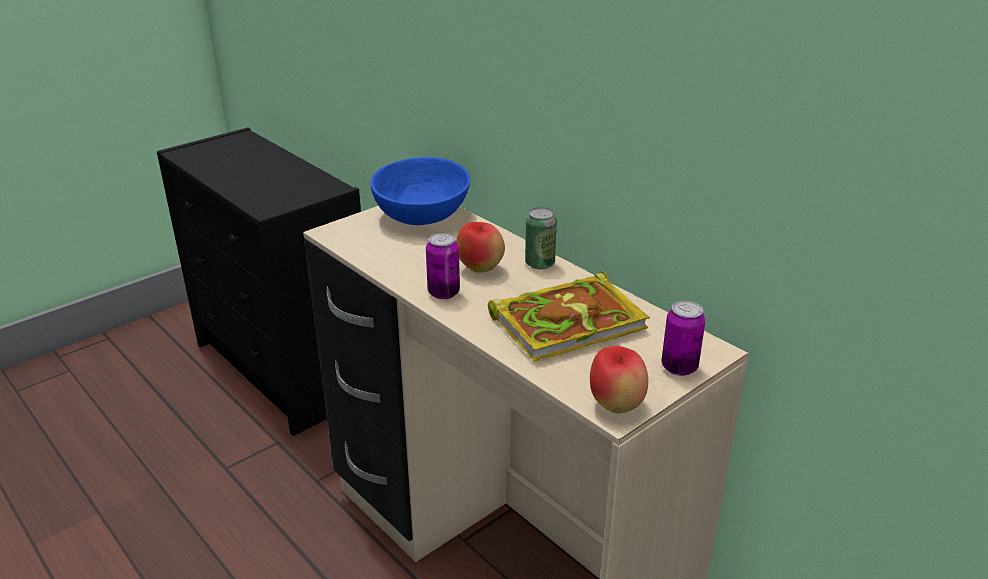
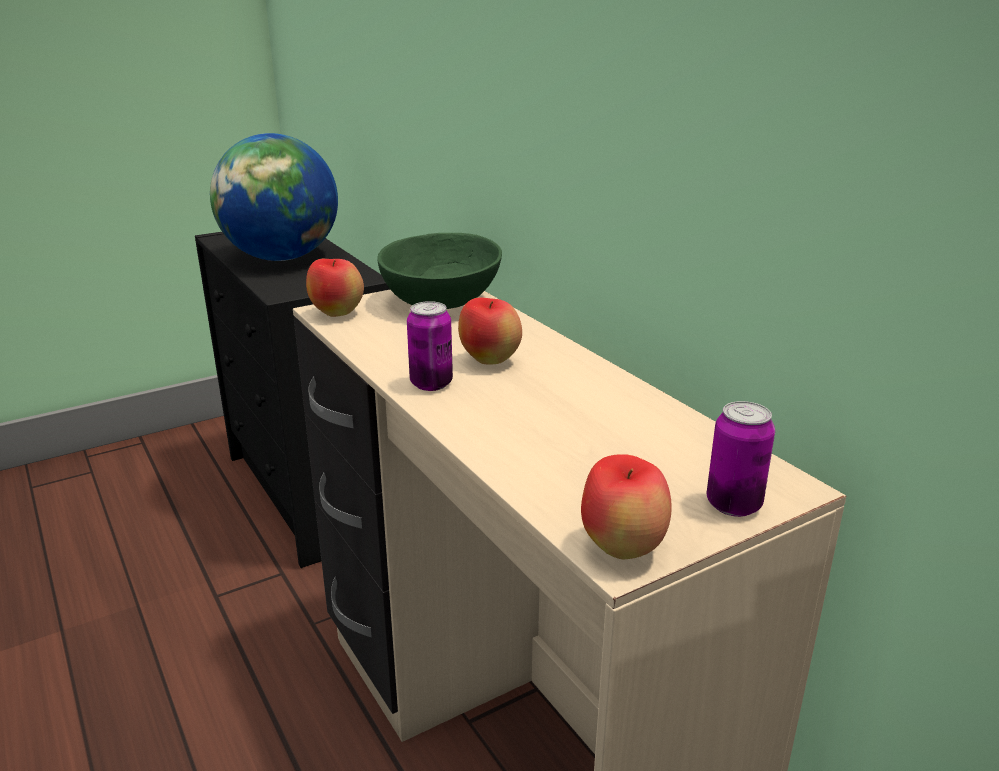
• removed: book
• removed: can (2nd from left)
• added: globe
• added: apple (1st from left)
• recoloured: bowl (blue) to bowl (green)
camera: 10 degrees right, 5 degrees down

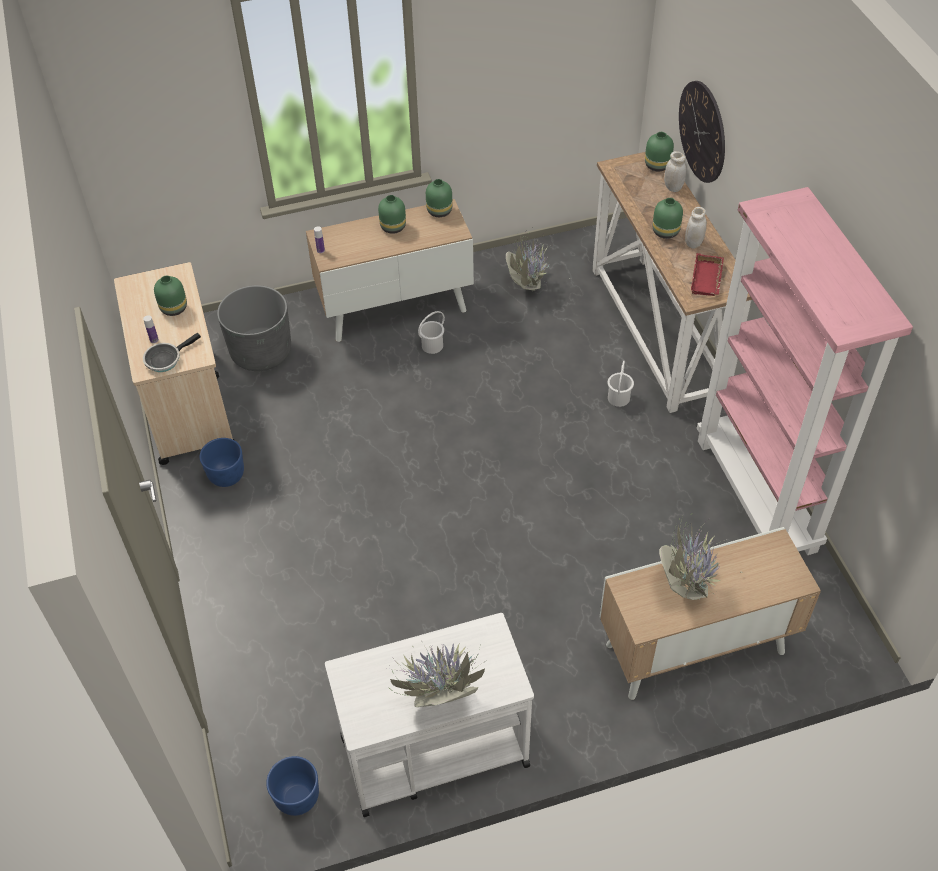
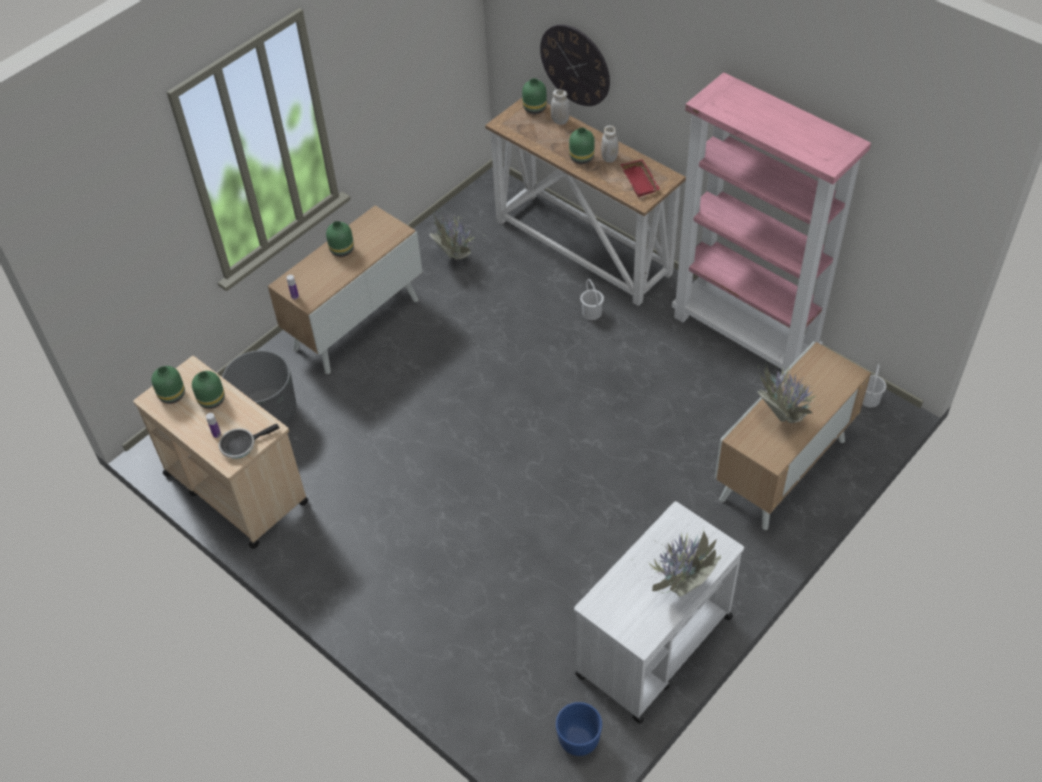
• removed: planter (blue) (1st from left)
• moved: bucket (white) (1st from left in the first image) to bucket (white) (2nd from left)
• moved: vase (green) (3rd from left in the first image) to vase (green) (1st from left)
• turned: frying pan 45 degrees clockwise
camera: 30 degrees left, 0 degrees up

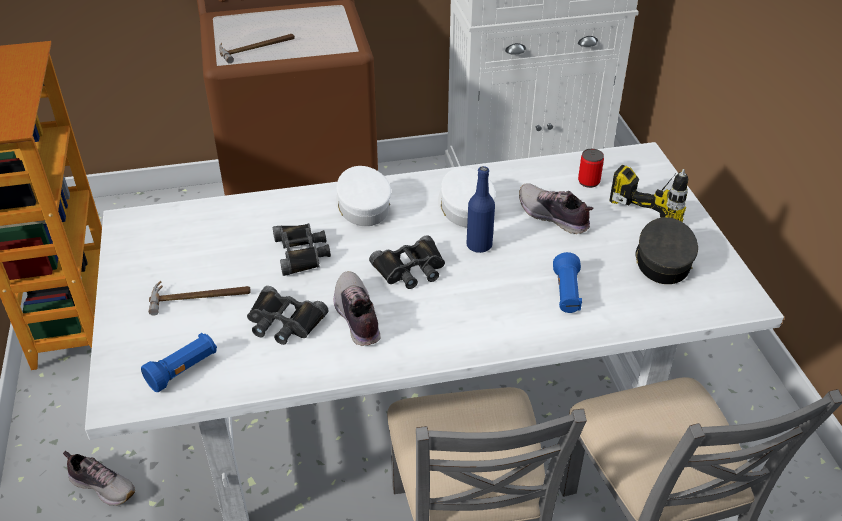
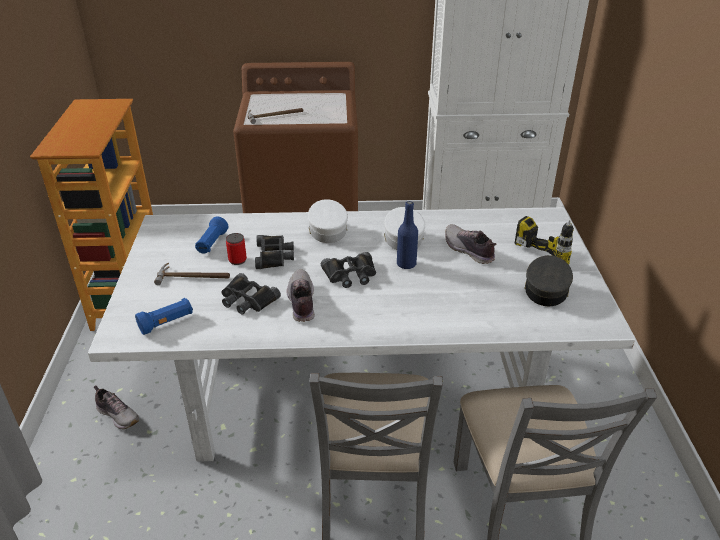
• moved: flashlight (blue) (2nd from left)
• moved: can
camera: 10 degrees right, 5 degrees down

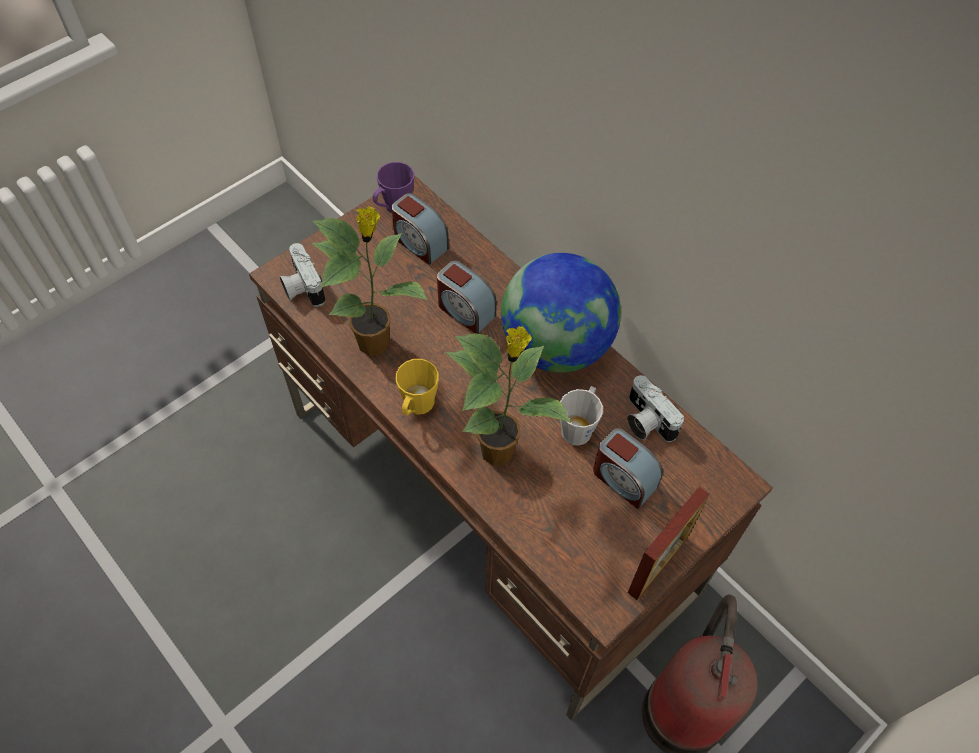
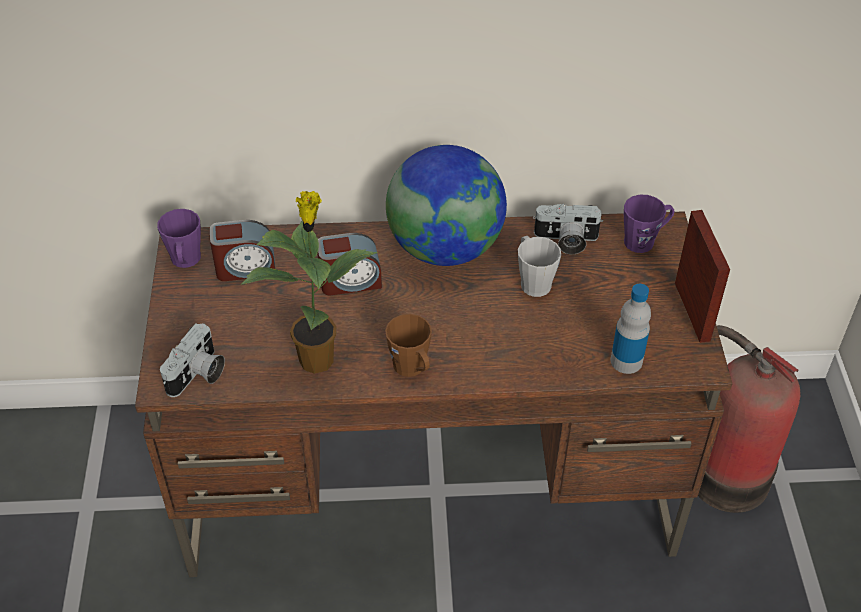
• removed: potted plant (2nd from left)
• removed: alarm clock (3rd from left)
• added: bottle
• added: mug (purple) (2nd from left)
• recoloured: mug (yellow) to mug (brown)
• turned: photo camera (1st from left) 75 degrees counterclockwise
camera: 50 degrees left, 10 degrees down

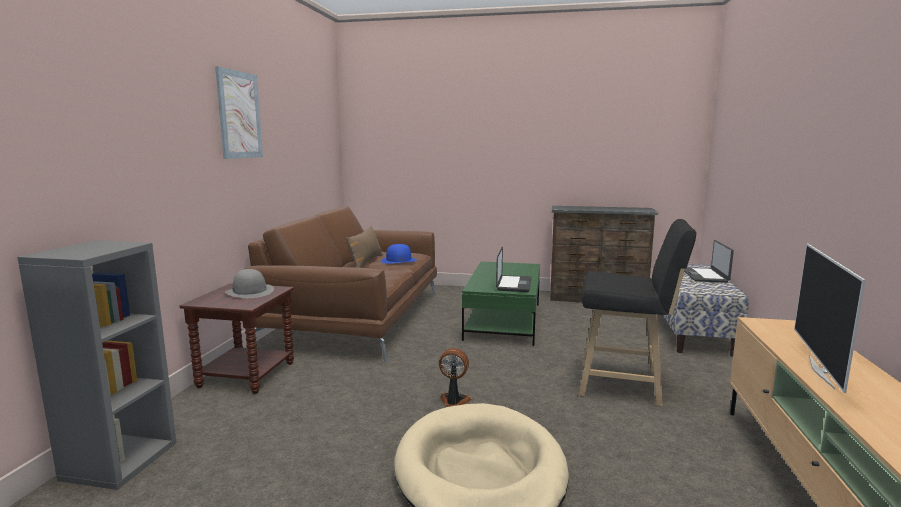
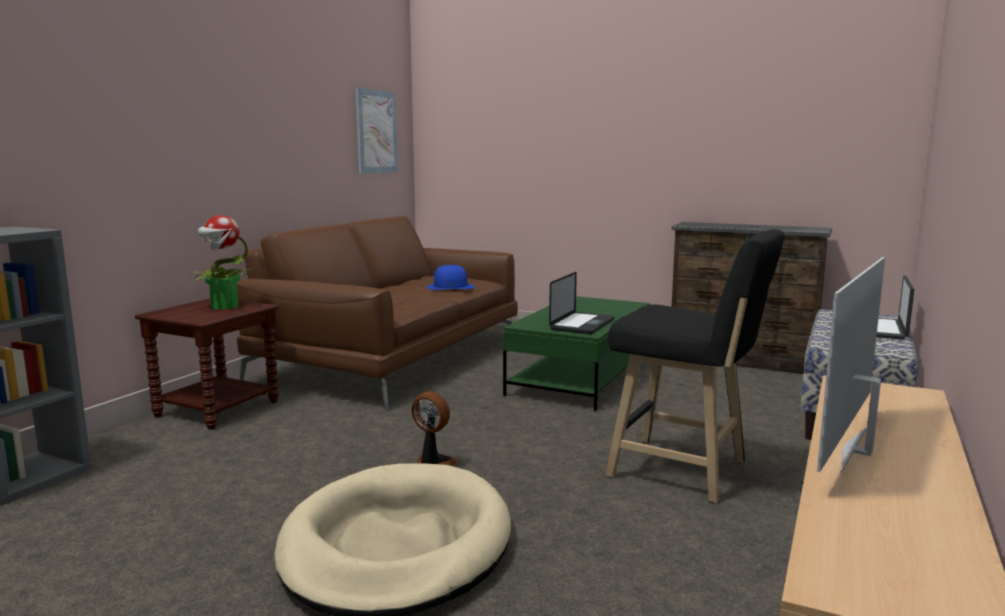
• removed: pillow (brown)
• moved: picture
• replaced: hat (grey) to potted plant
camera: 15 degrees right, 0 degrees up

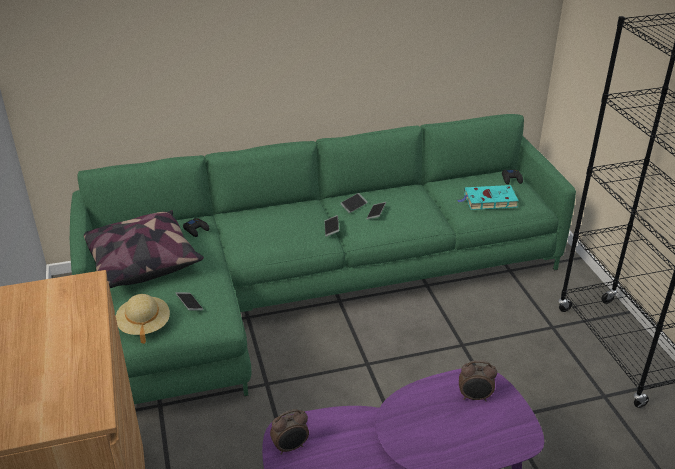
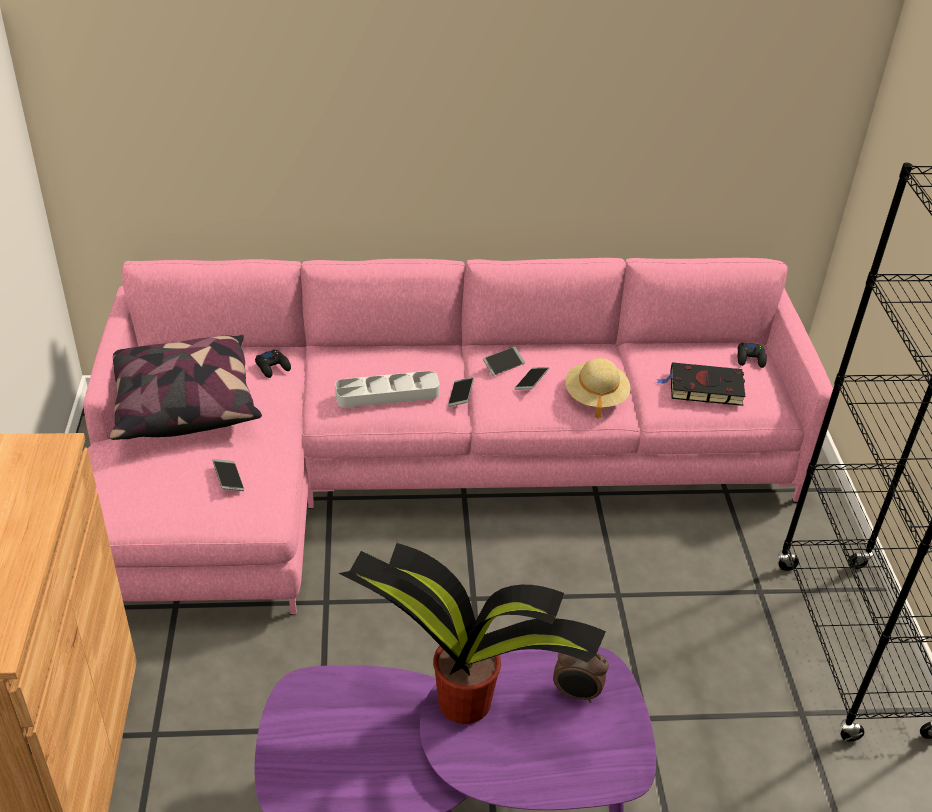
• removed: alarm clock (1st from left)
• added: tray (grey)
• added: potted plant
• moved: hat (beige)
• recoloured: sofa (green) to sofa (pink)
• recoloured: book (turquoise) to book (black)
camera: 10 degrees right, 5 degrees up

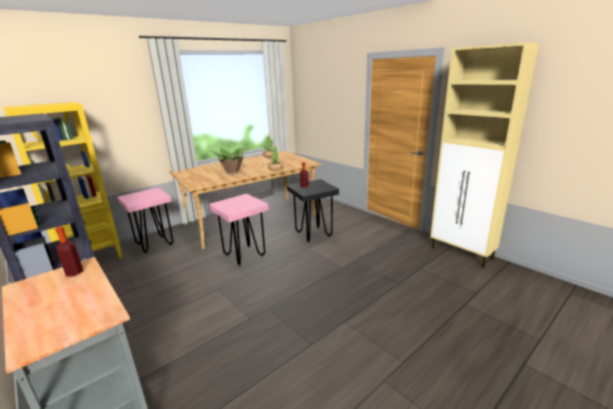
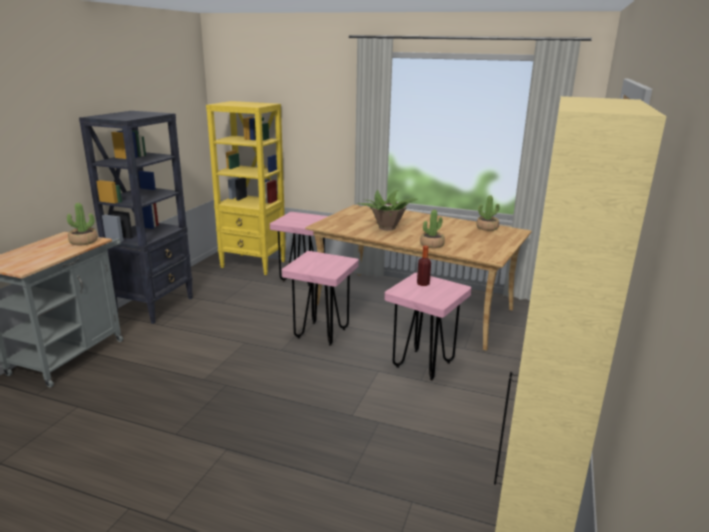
• replaced: bottle (1st from left) to potted plant (1st from left)
• recoloured: stool (black) to stool (pink) (3rd from left)
camera: 60 degrees right, 0 degrees up

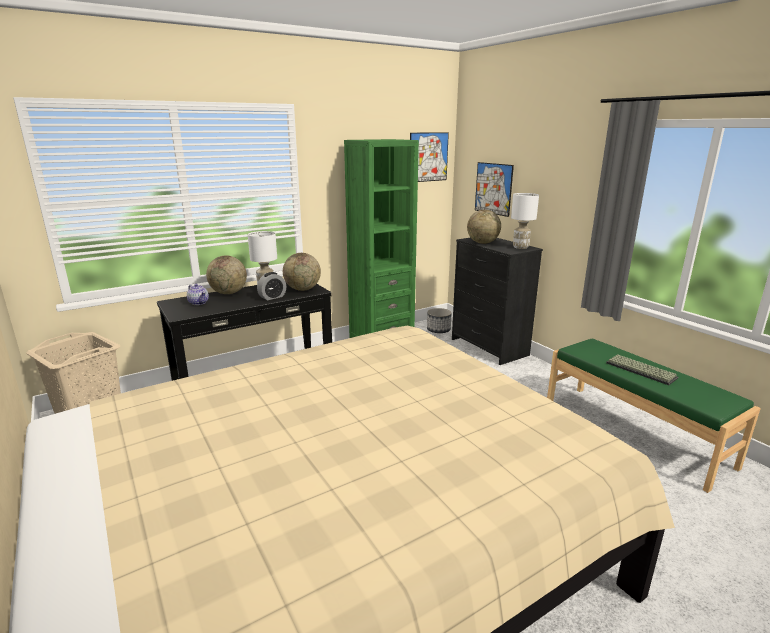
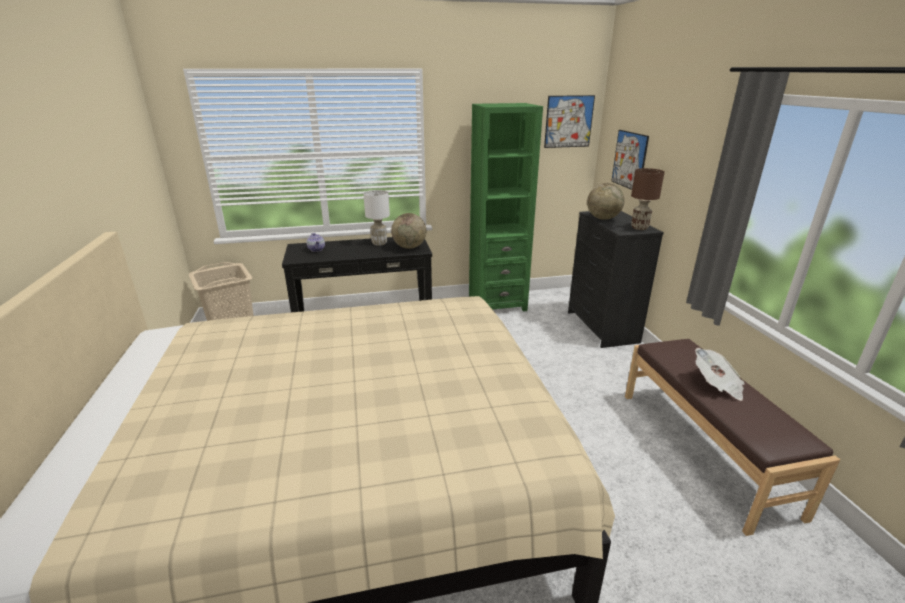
• removed: globe (1st from left)
• removed: alarm clock
• removed: planter
• replaced: keyboard to newspaper
• recoloured: table lamp (white) (2nd from left) to table lamp (brown)
• recoloured: bench (green) to bench (brown)
camera: 20 degrees right, 5 degrees up

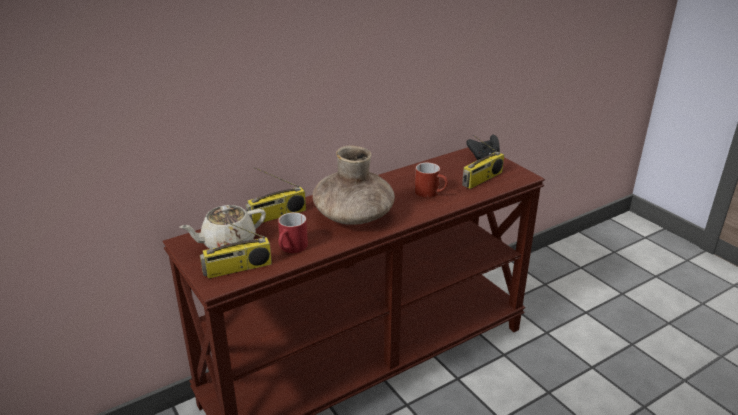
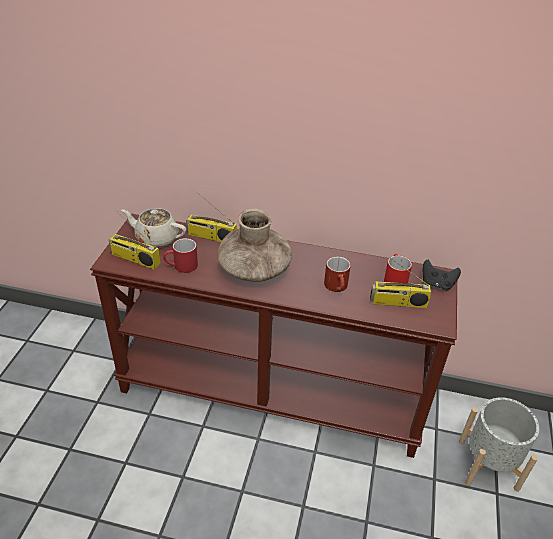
• added: mug (red) (3rd from left)
• added: planter (grey)
camera: 45 degrees right, 10 degrees up

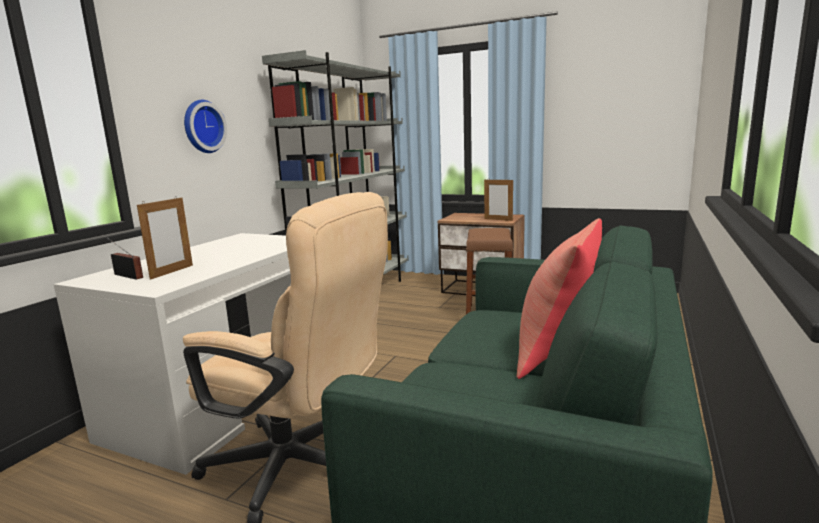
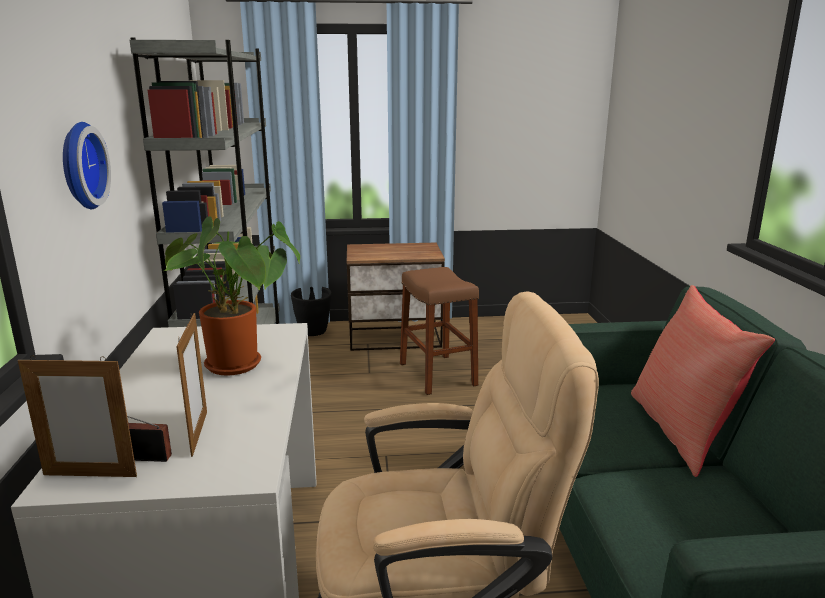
• added: potted plant
• added: planter (black)
• moved: picture frame (2nd from left in the first image) to picture frame (1st from left)
camera: 30 degrees left, 5 degrees up

